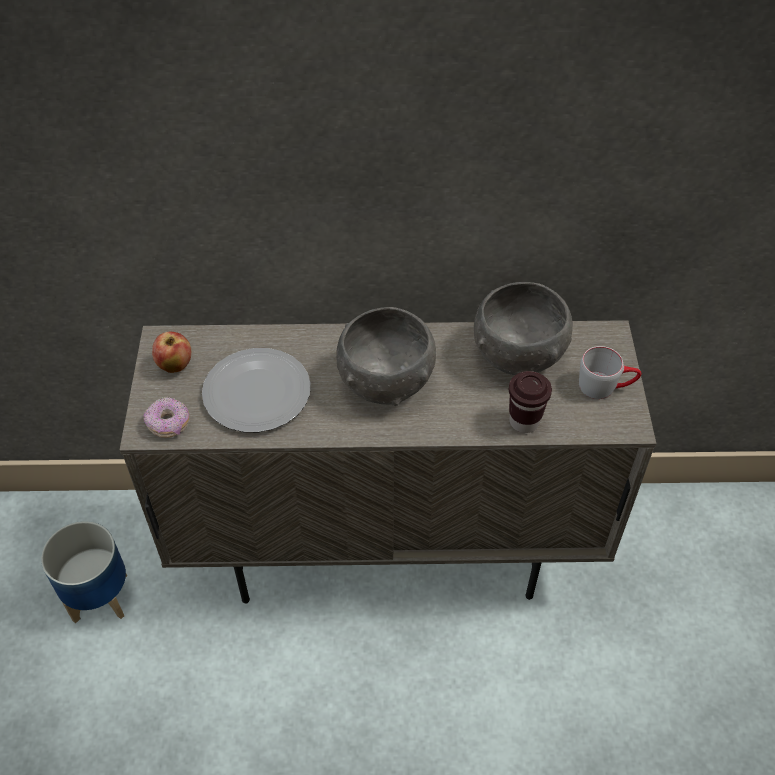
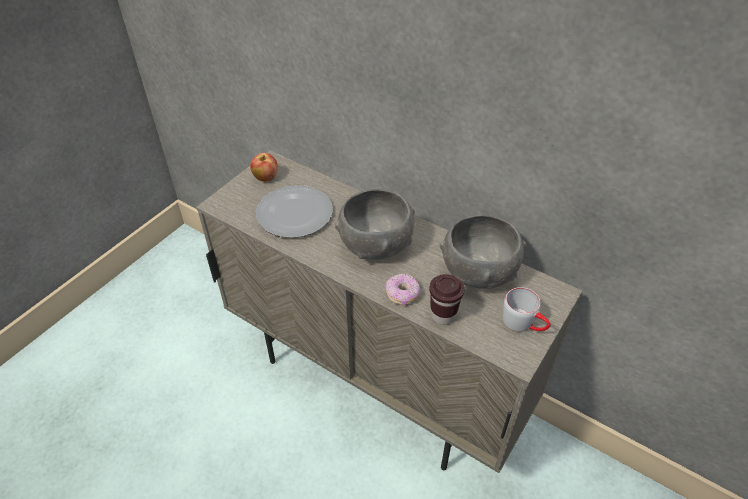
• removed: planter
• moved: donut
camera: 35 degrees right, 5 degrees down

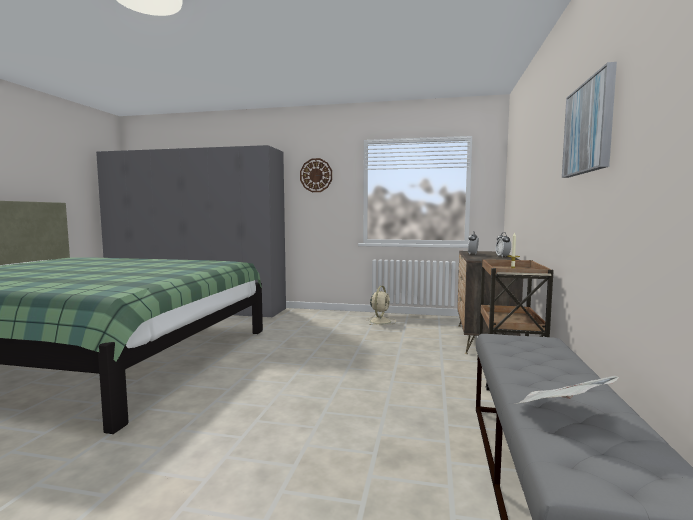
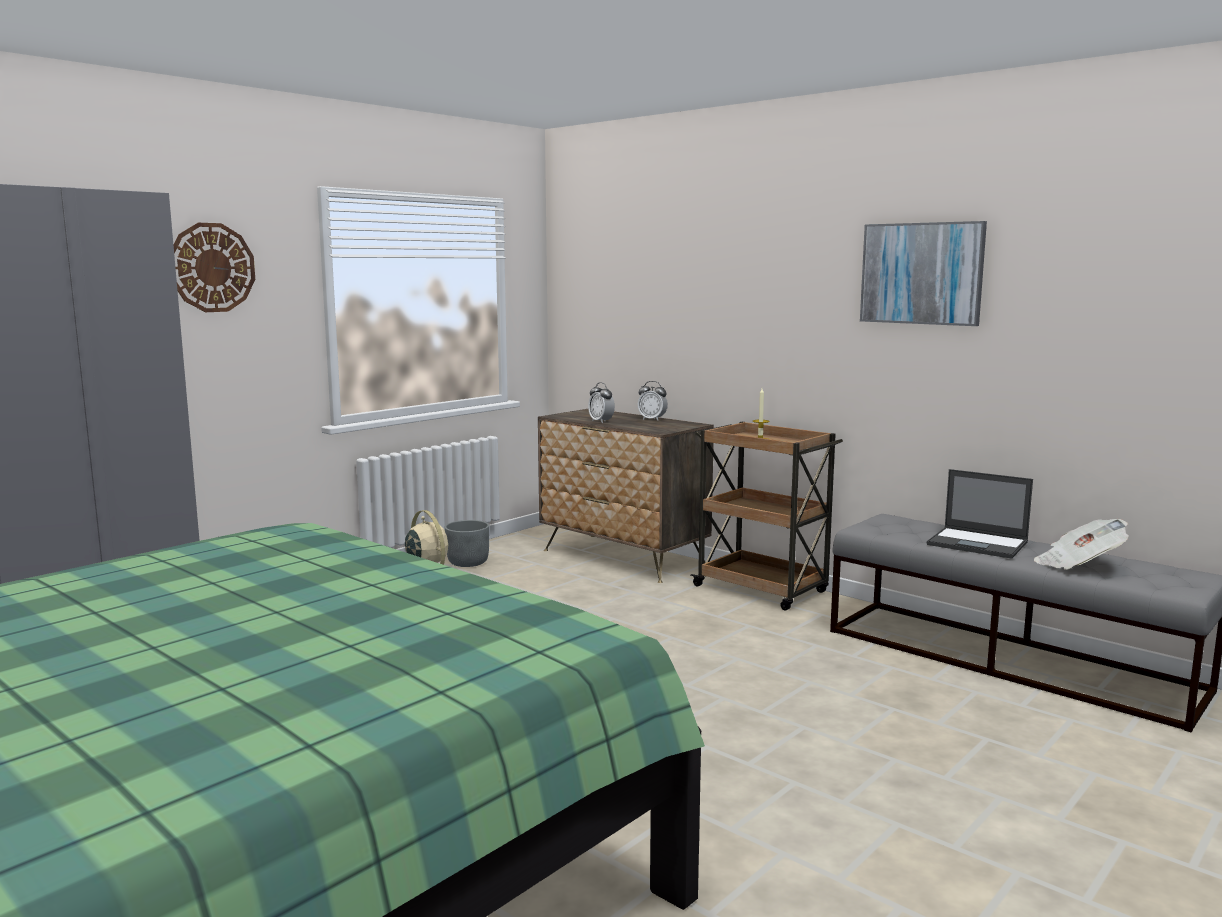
• added: planter (grey)
• added: laptop
camera: 60 degrees left, 5 degrees up

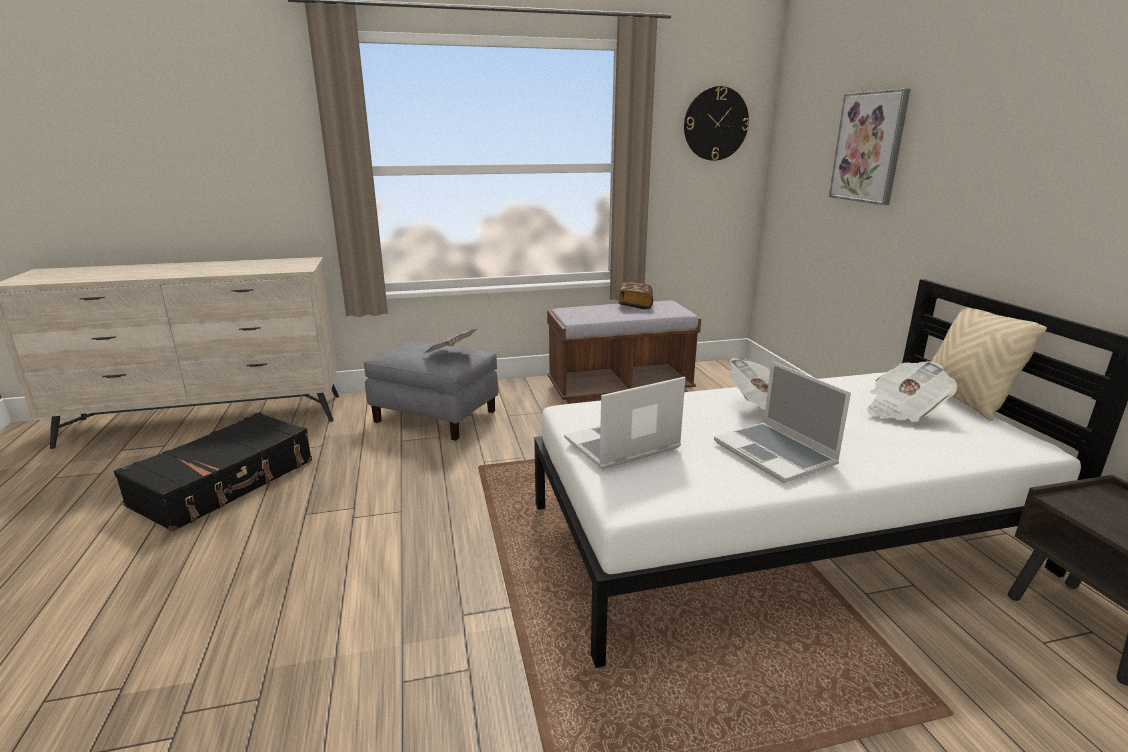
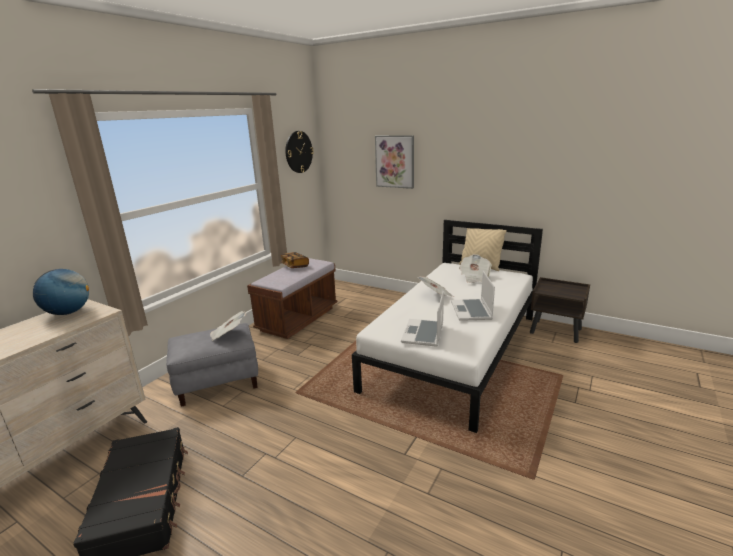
• added: globe
• turned: laptop (2nd from left) 75 degrees clockwise
camera: 45 degrees left, 0 degrees up

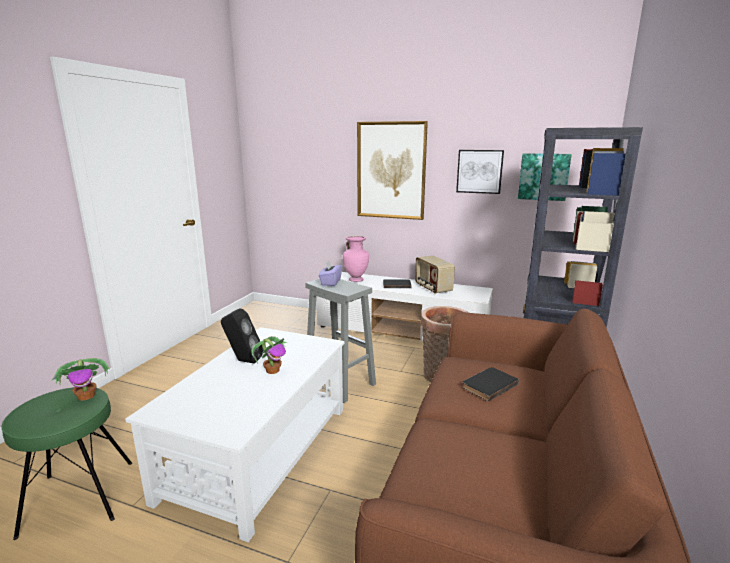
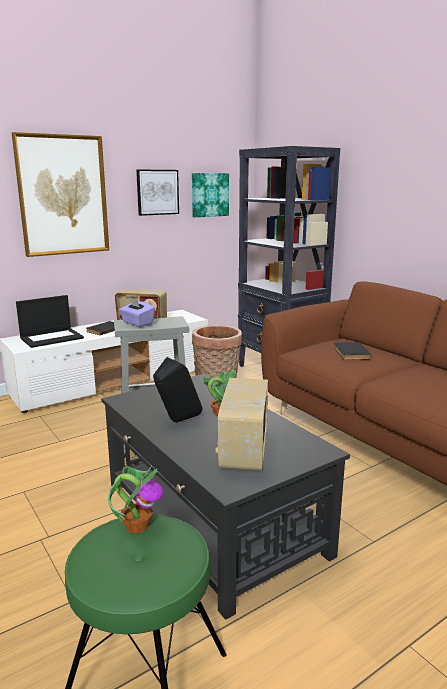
• added: radio (2nd from left)
• replaced: vase (pink) to laptop
• recoloured: coffee table (white) to coffee table (black)
camera: 55 degrees left, 0 degrees up

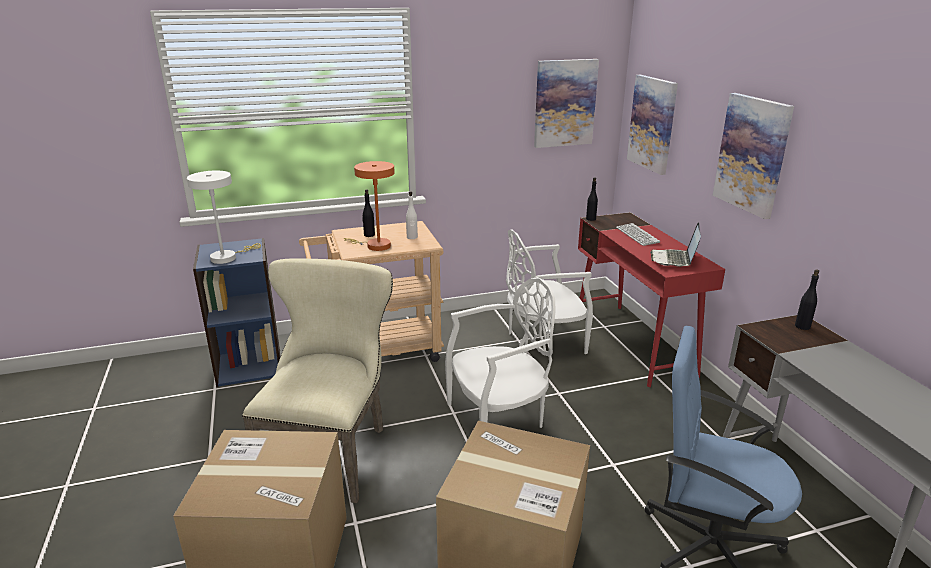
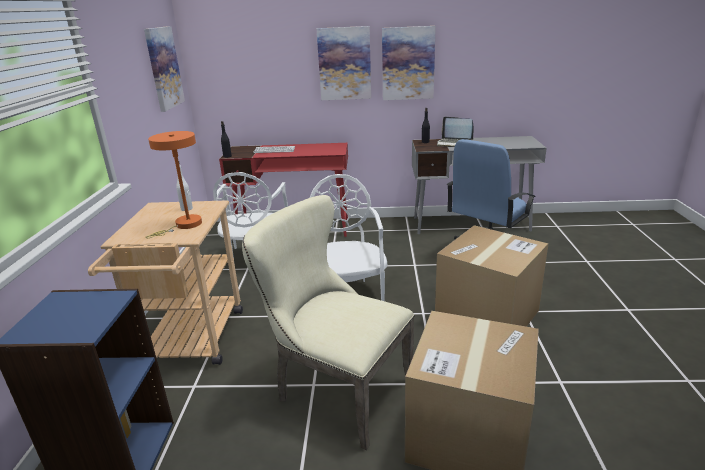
• removed: table lamp (white)
• removed: bottle (black) (1st from left)
• moved: picture (2nd from left in the first image) to picture (3rd from left)
• moved: laptop
camera: 70 degrees left, 0 degrees up

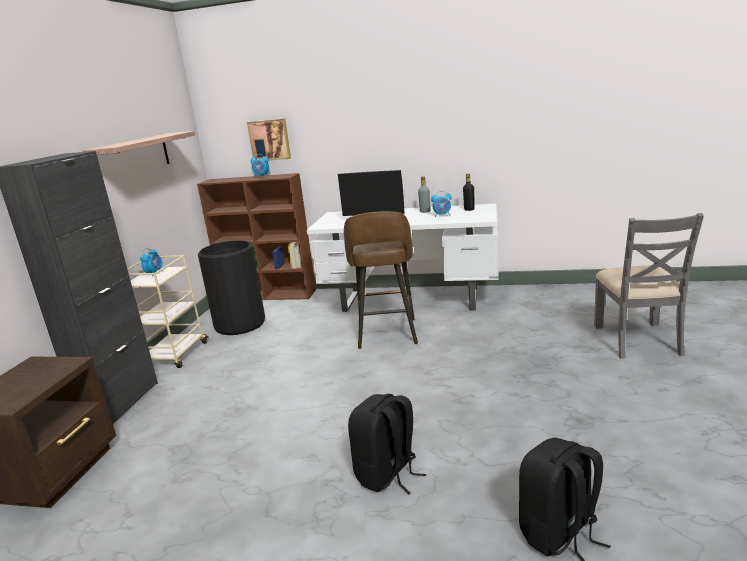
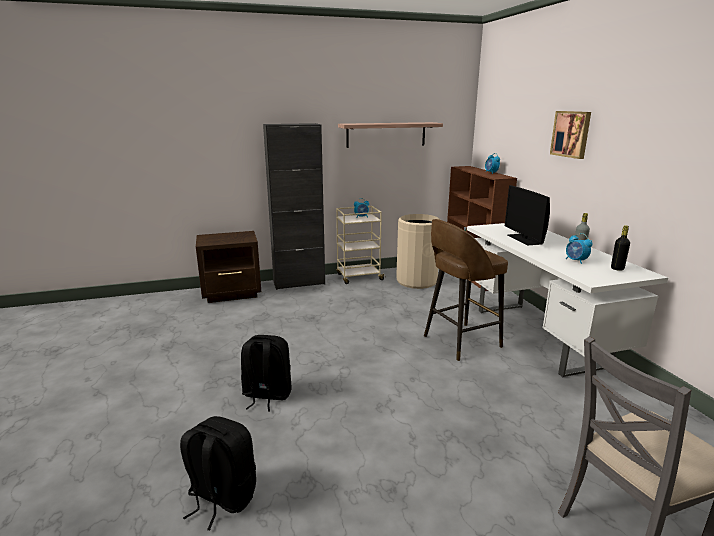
• moved: picture
• recoloured: trash can (black) to trash can (beige)
camera: 60 degrees right, 0 degrees up

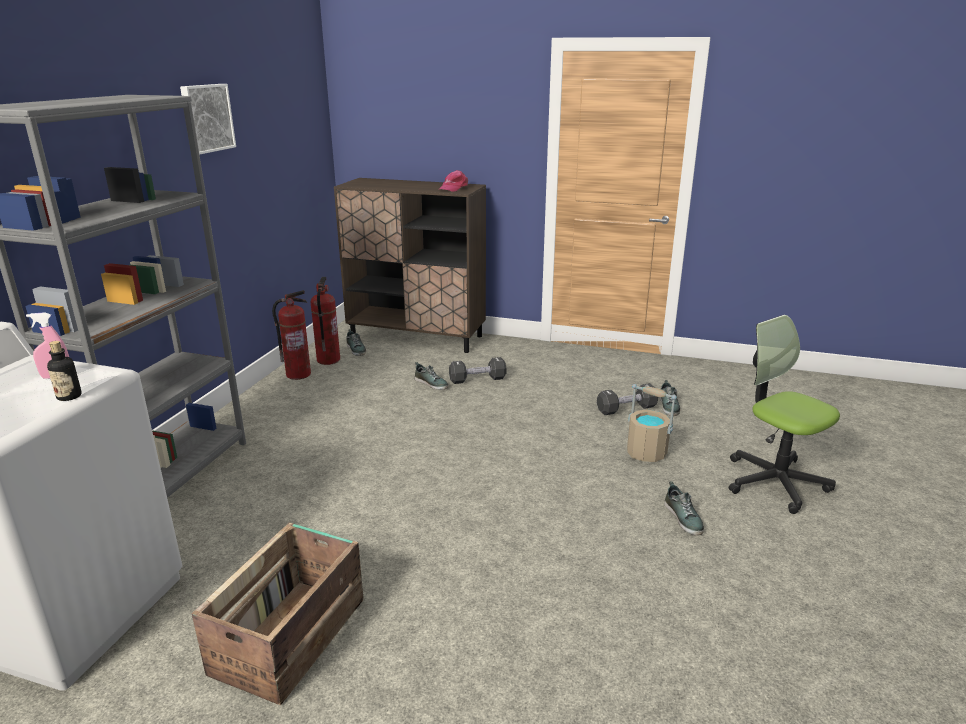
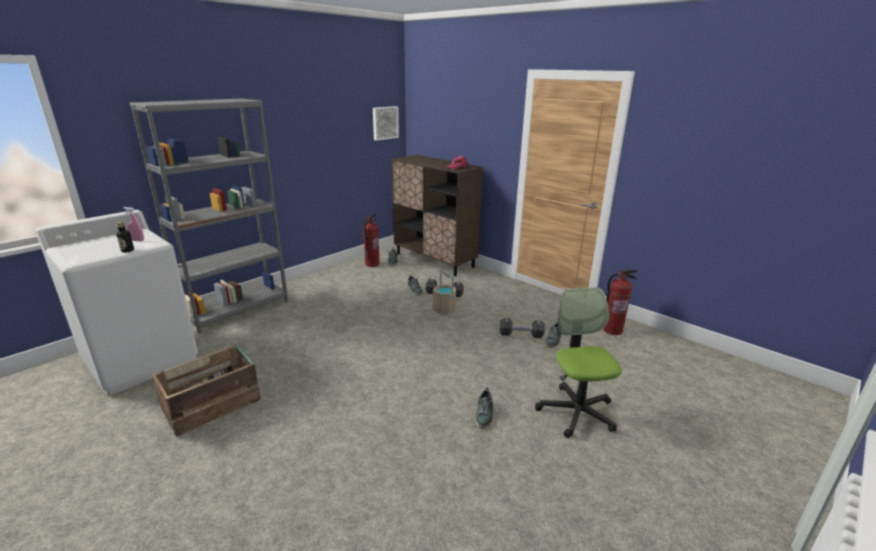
• moved: picture
• moved: fire extinguisher (1st from left in the first image) to fire extinguisher (2nd from left)
• moved: bucket (beige)
camera: 25 degrees right, 0 degrees up

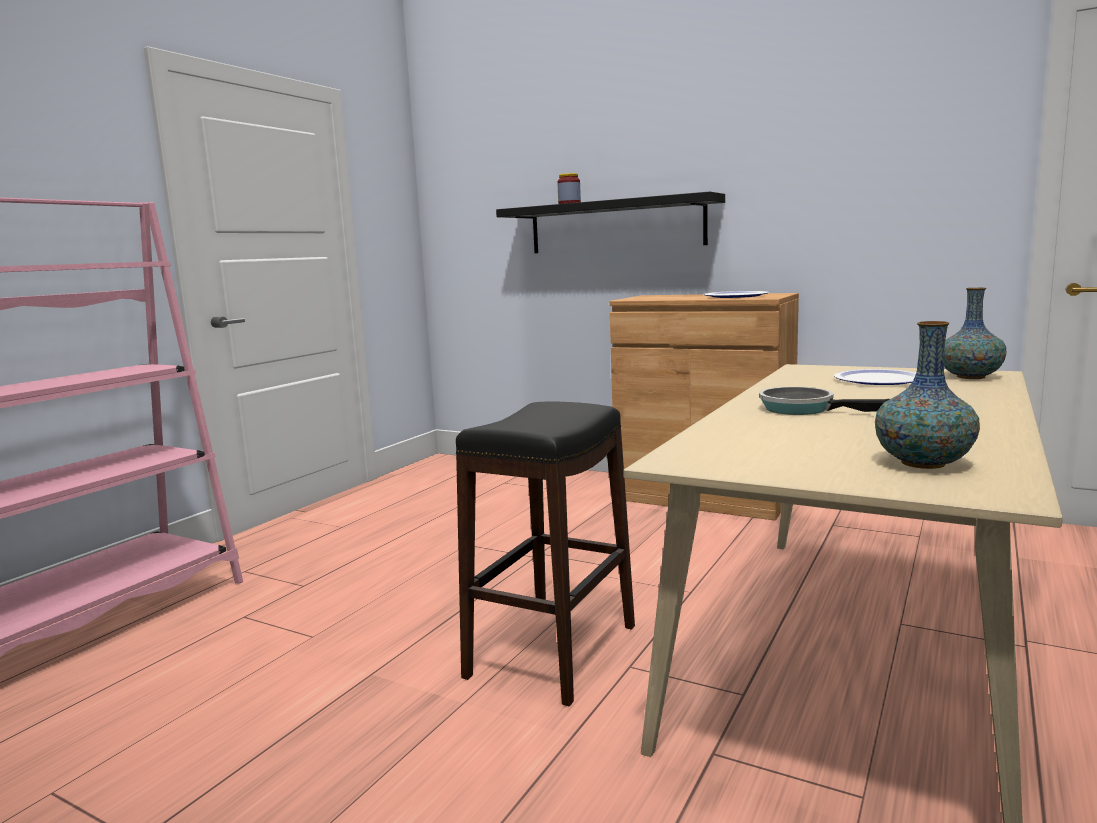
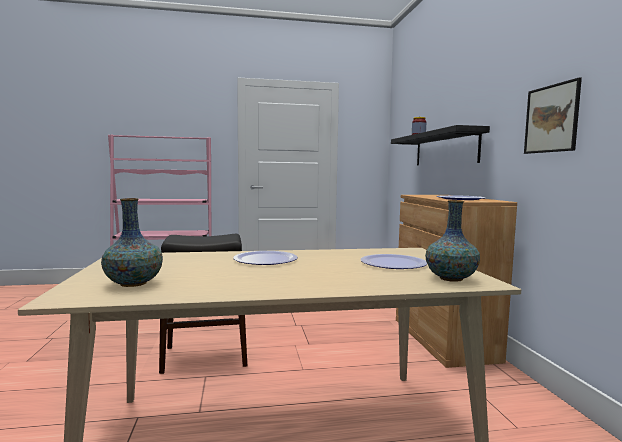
• added: picture
• replaced: frying pan to plate (1st from left)
camera: 50 degrees right, 5 degrees down

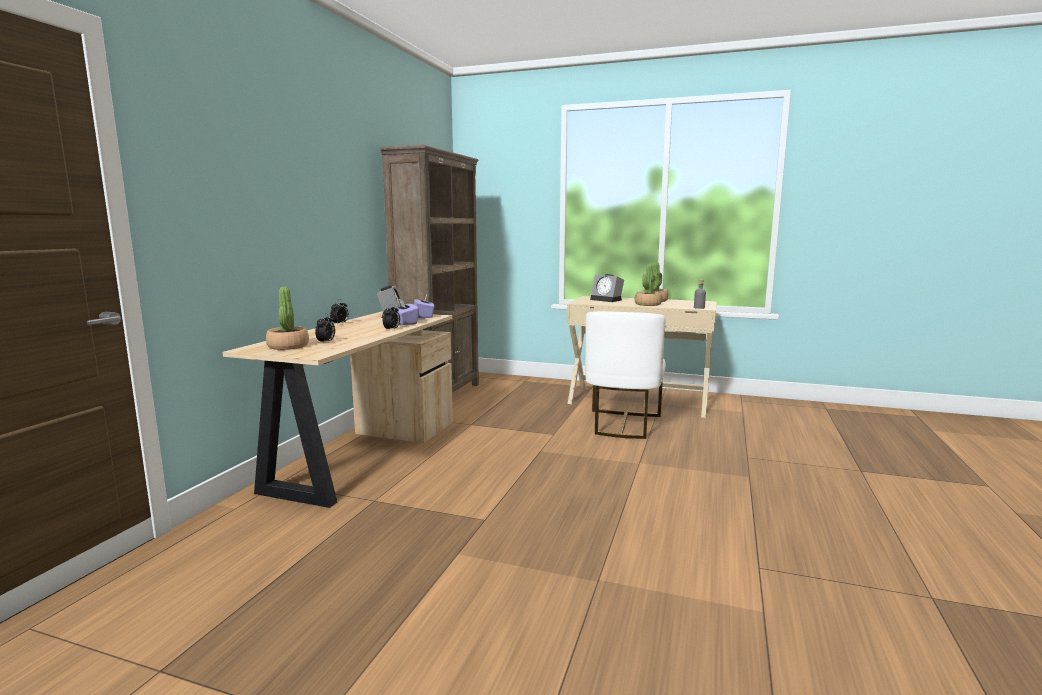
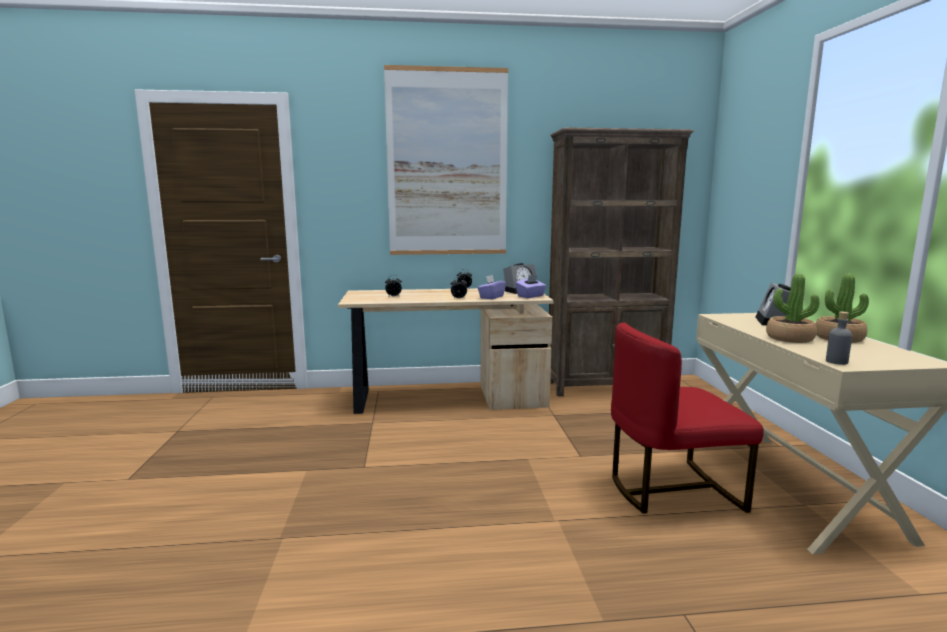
• removed: potted plant (1st from left)
• added: picture
• recoloured: chair (white) to chair (red)
camera: 65 degrees right, 0 degrees up

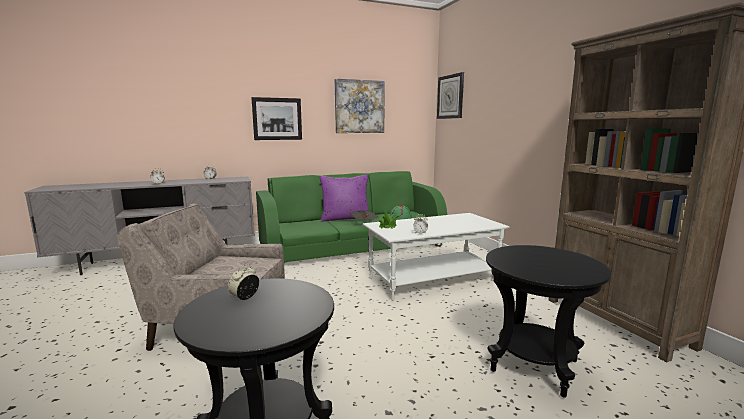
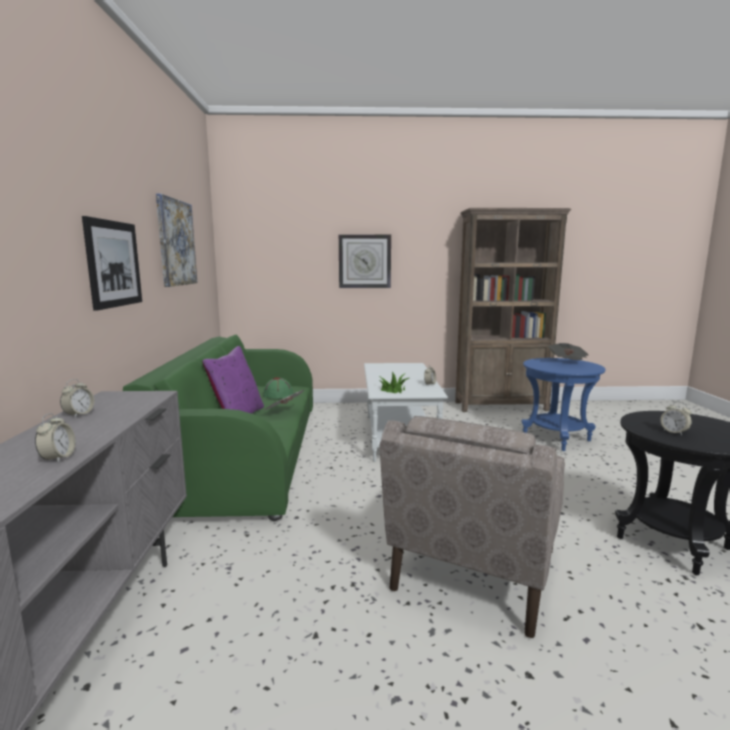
• added: newspaper (2nd from left)
• moved: wall clock
• recoloured: side table (black) (2nd from left) to side table (blue)
camera: 70 degrees left, 0 degrees up

